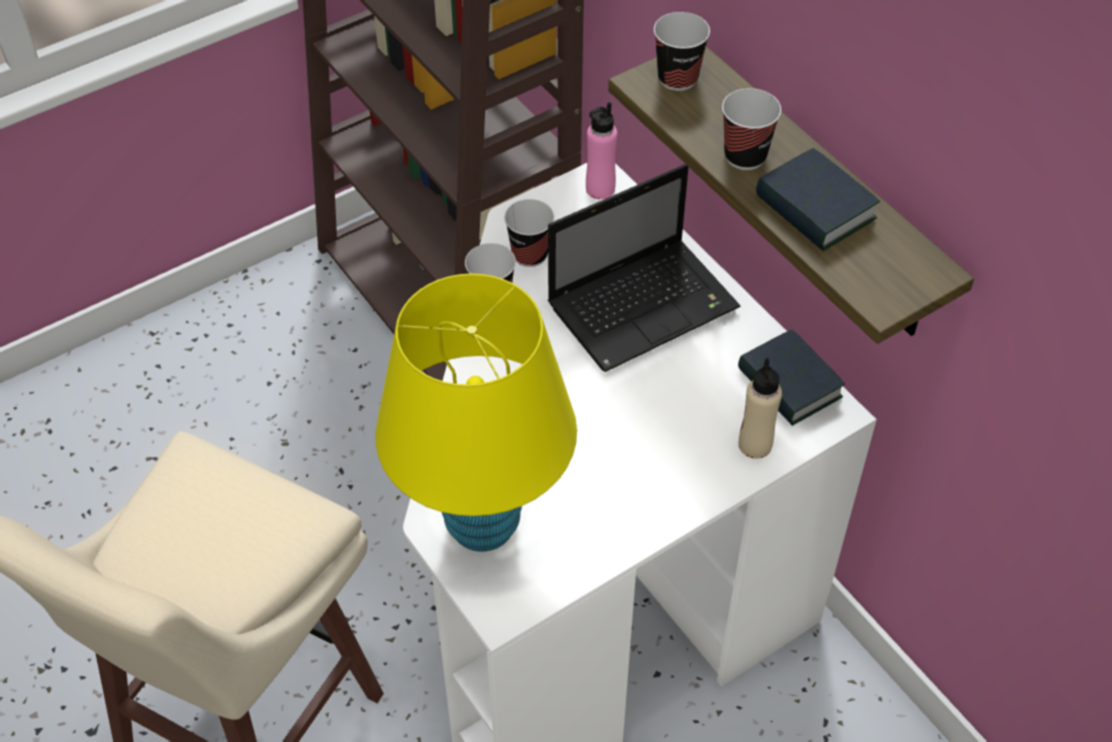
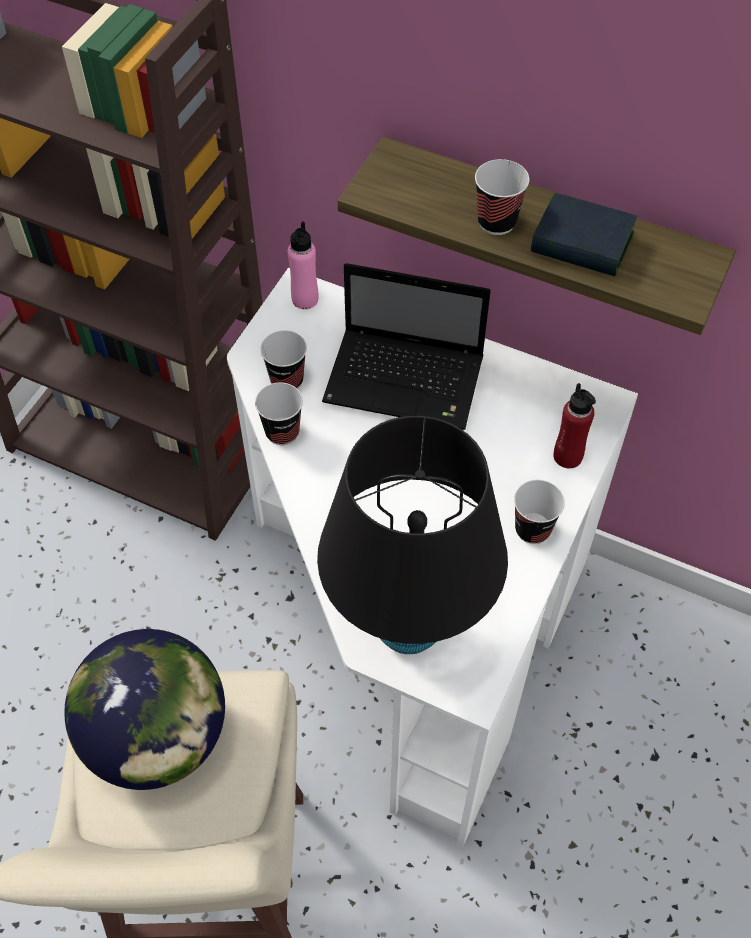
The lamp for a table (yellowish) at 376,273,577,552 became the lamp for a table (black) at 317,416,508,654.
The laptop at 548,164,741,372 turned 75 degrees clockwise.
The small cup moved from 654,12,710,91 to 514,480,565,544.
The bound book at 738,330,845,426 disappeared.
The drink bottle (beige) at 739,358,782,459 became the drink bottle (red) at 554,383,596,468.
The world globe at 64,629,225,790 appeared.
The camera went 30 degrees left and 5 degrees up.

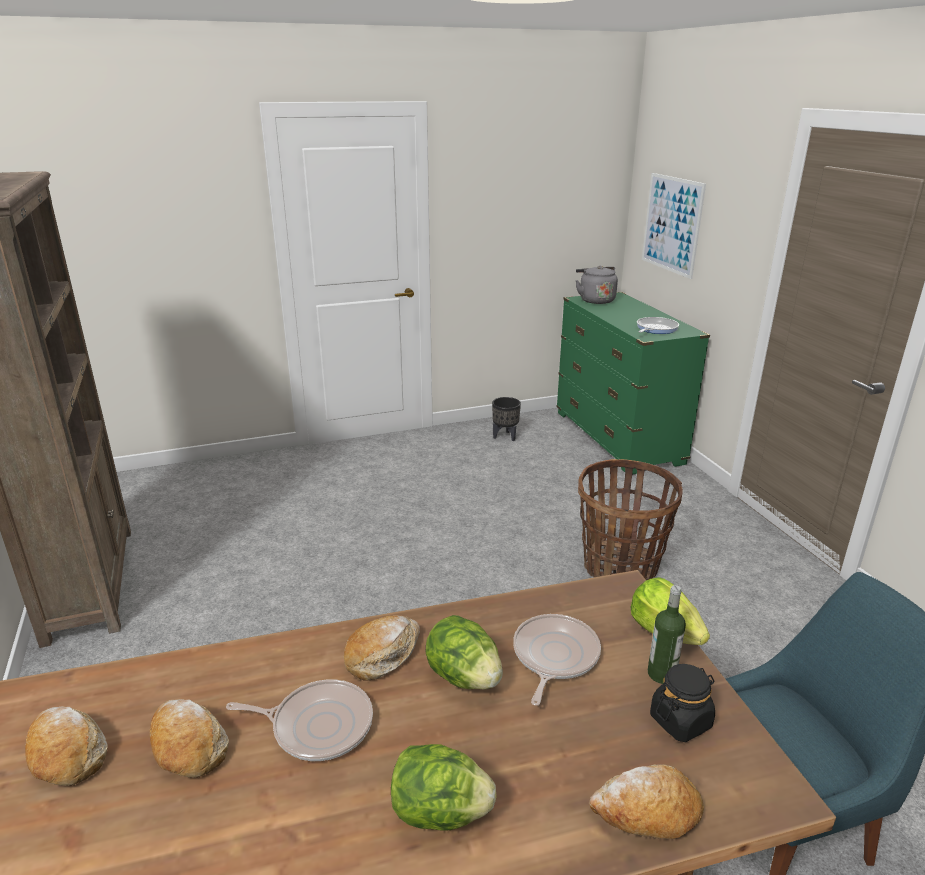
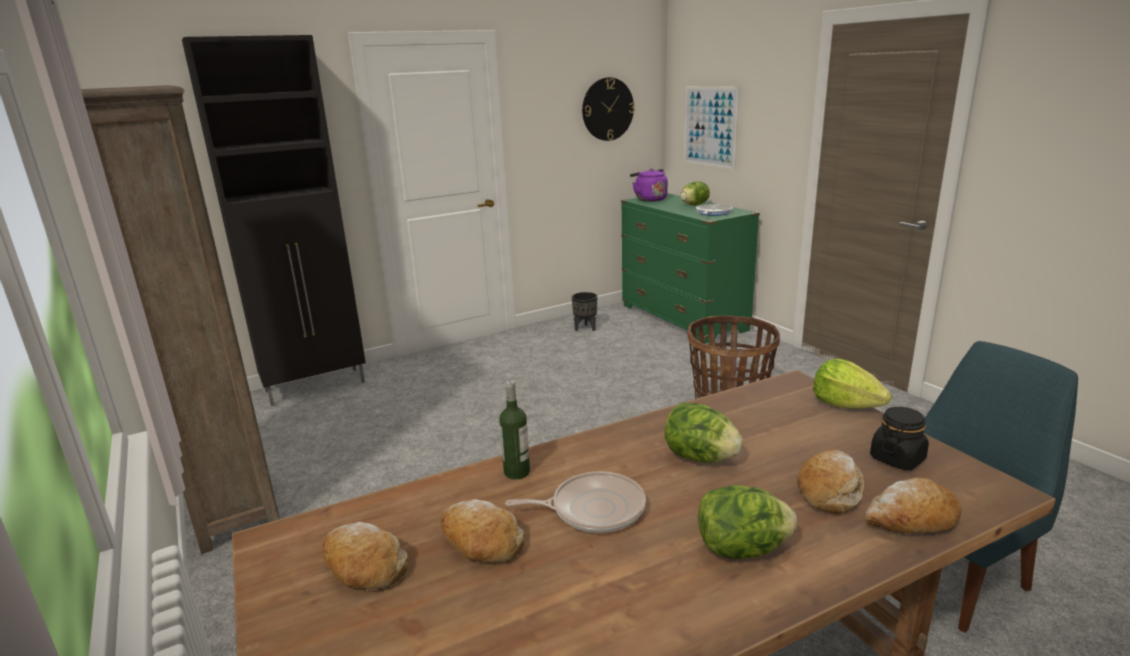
The baked bread moved from 344,615,420,681 to 797,450,864,514.
The frying pan at 513,614,601,706 disappeared.
The tea kettle (greyish) at 575,266,618,304 became the tea kettle (purple) at 630,169,668,202.
The drink bottle moved from 648,585,686,684 to 499,381,530,480.
The cabinet (black) at 182,35,366,406 appeared.
The clock on the wall at 582,77,635,141 appeared.
The head of lettuce at 680,181,710,205 appeared.
The camera went 10 degrees left and 5 degrees down.

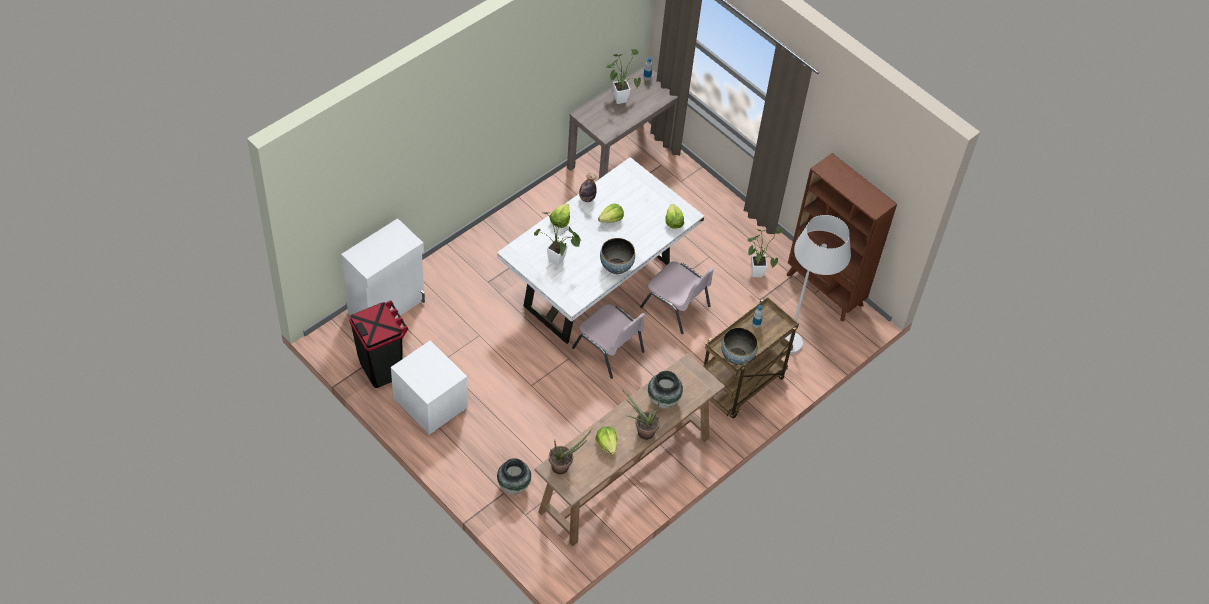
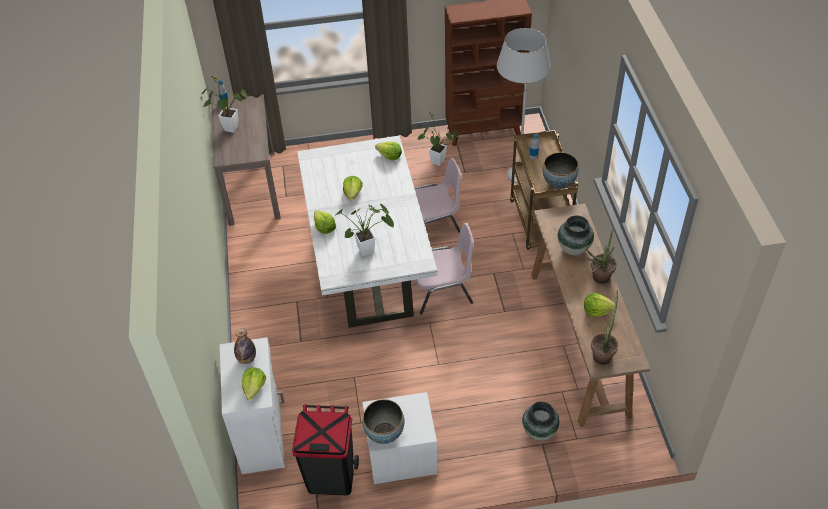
The drink bottle moved from 579,173,597,202 to 234,328,256,364.
The bowl moved from 600,238,635,274 to 363,399,404,444.
The head of lettuce at 242,367,266,400 appeared.
The camera went 50 degrees left and 5 degrees down.

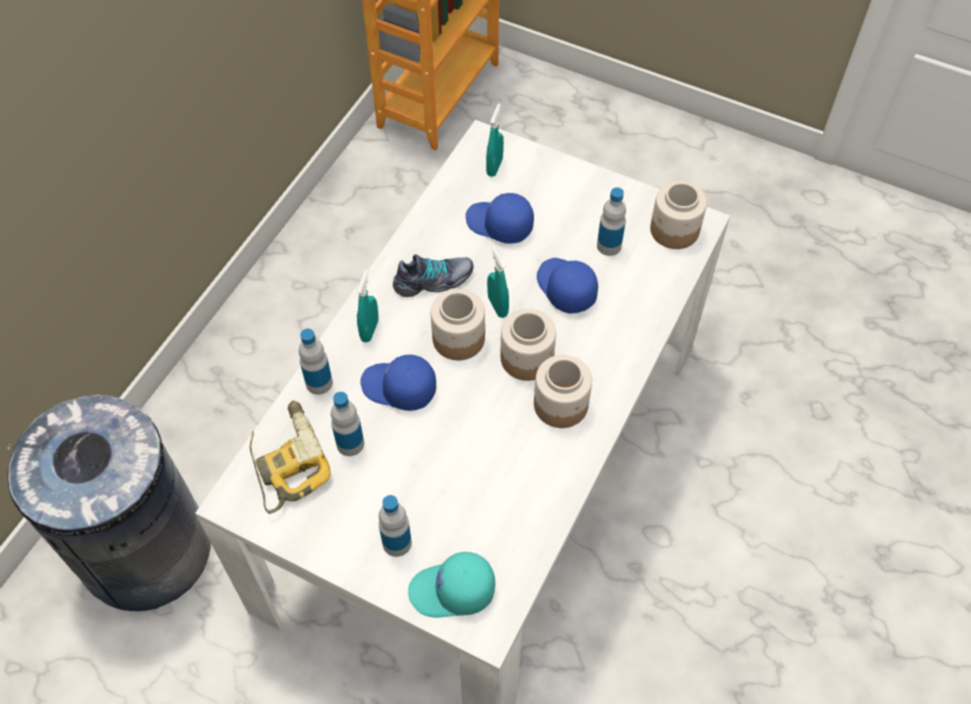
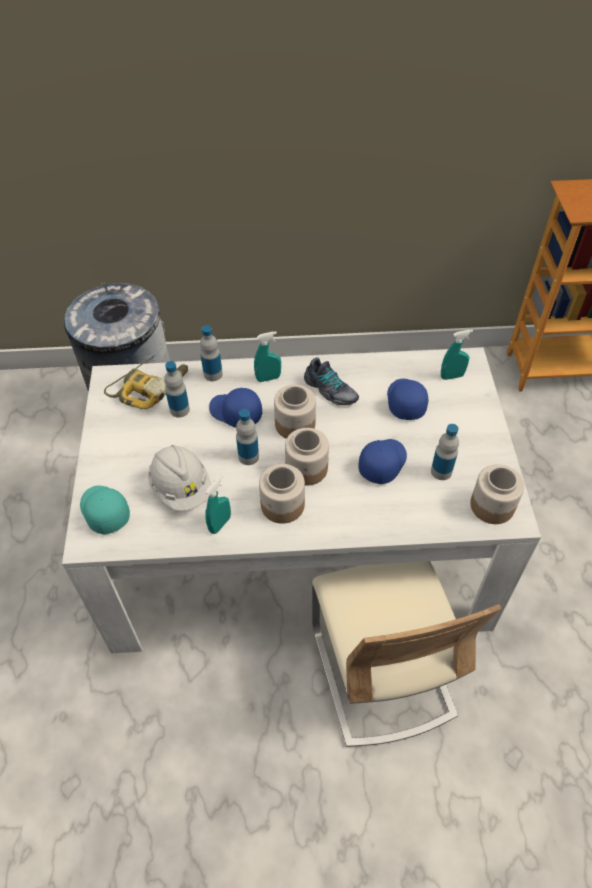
The peaked cap (bluish) at 360,355,436,411 turned 45 degrees counterclockwise.
The drink bottle moved from 379,495,412,557 to 236,409,259,465.
The spray bottle (turquoise) moved from 487,246,509,318 to 205,475,231,534.
The work helmet (white-coloured) at 148,445,211,511 appeared.
The plain chair (beige) at 312,561,501,747 appeared.
The camera went 60 degrees right and 5 degrees down.

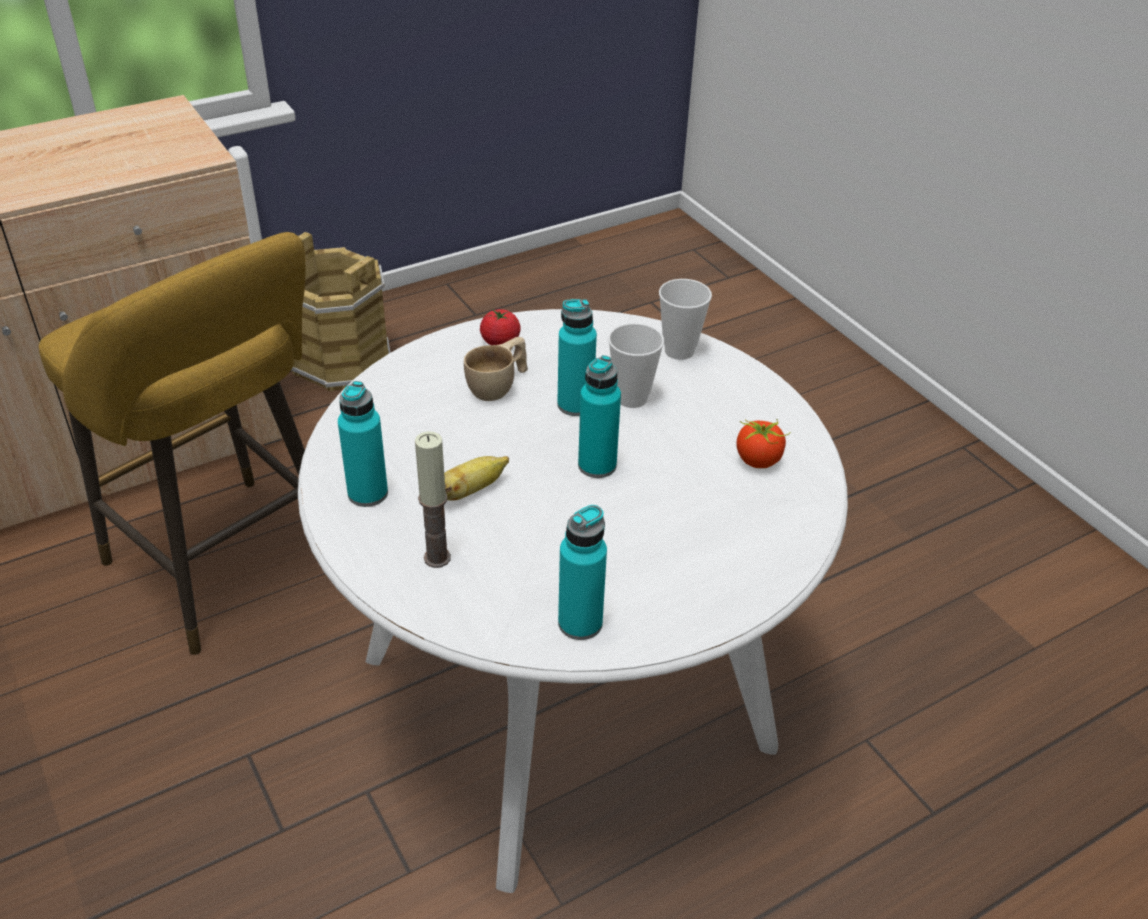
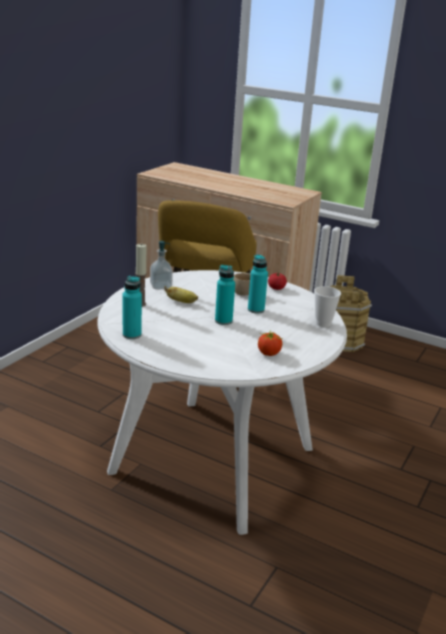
The drink bottle (turquoise) at 338,381,388,507 was replaced by the liquid soap bottle at 150,241,173,290.
The small cup at 608,323,664,408 disappeared.
The camera went 60 degrees right and 15 degrees down.

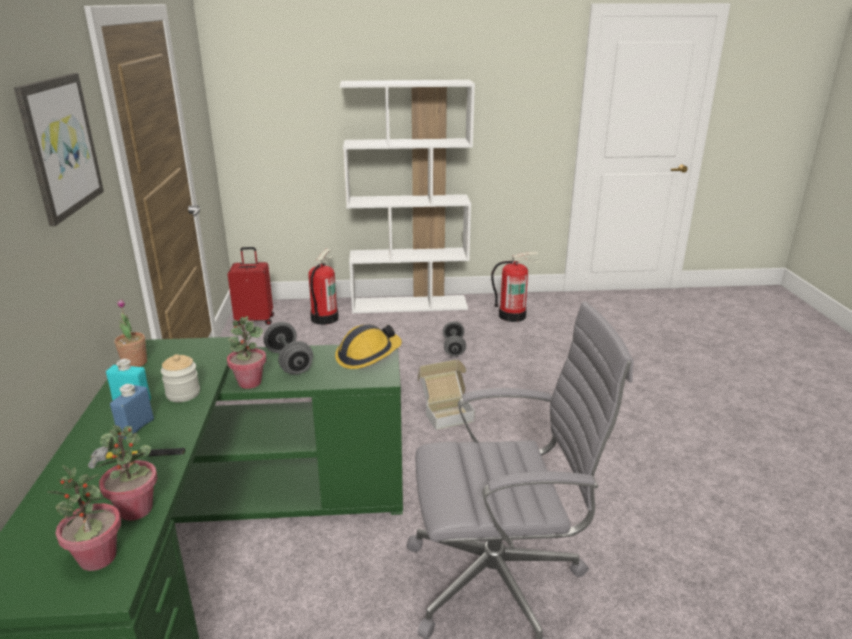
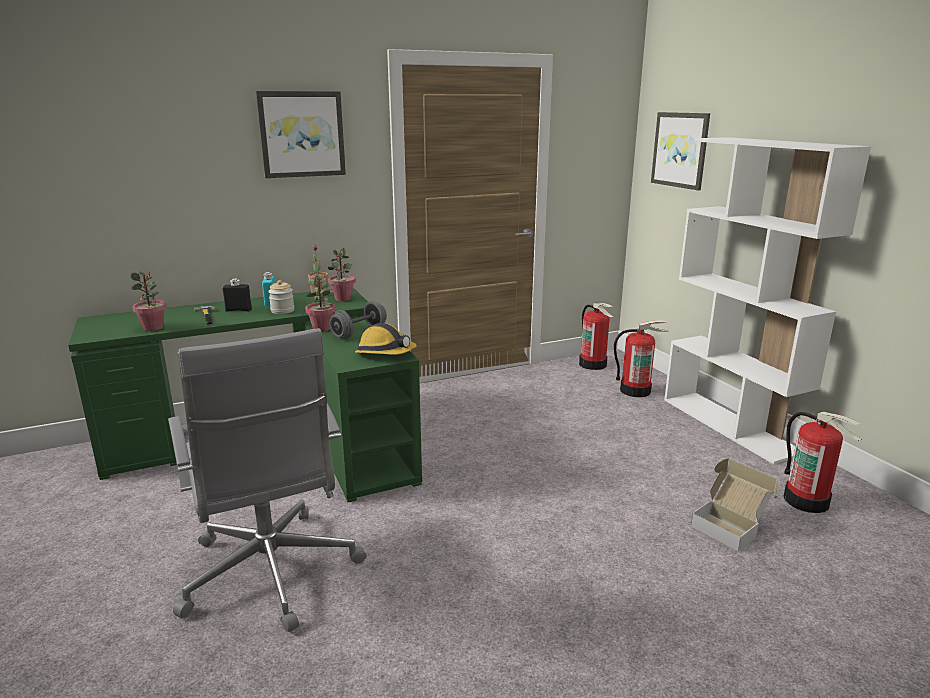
The plant in a pot moved from 47,465,121,571 to 328,248,356,301.
The drink bottle (bluish) at 110,384,154,439 became the drink bottle (black) at 222,279,252,312.
The piece of luggage (red) at 228,247,274,326 was replaced by the fire extinguisher at 579,303,614,370.
The cardboard box moved from 417,359,475,430 to 691,458,778,552.
The hand weight (greyish) at 443,321,466,356 disappeared.
The wall picture at 651,112,710,190 appeared.
The camera went 70 degrees right and 5 degrees down.

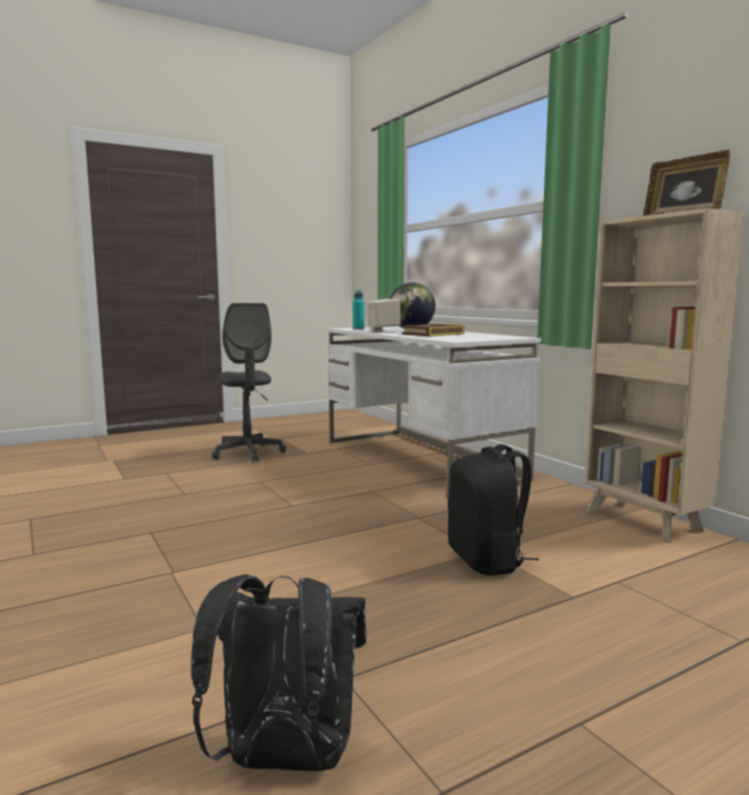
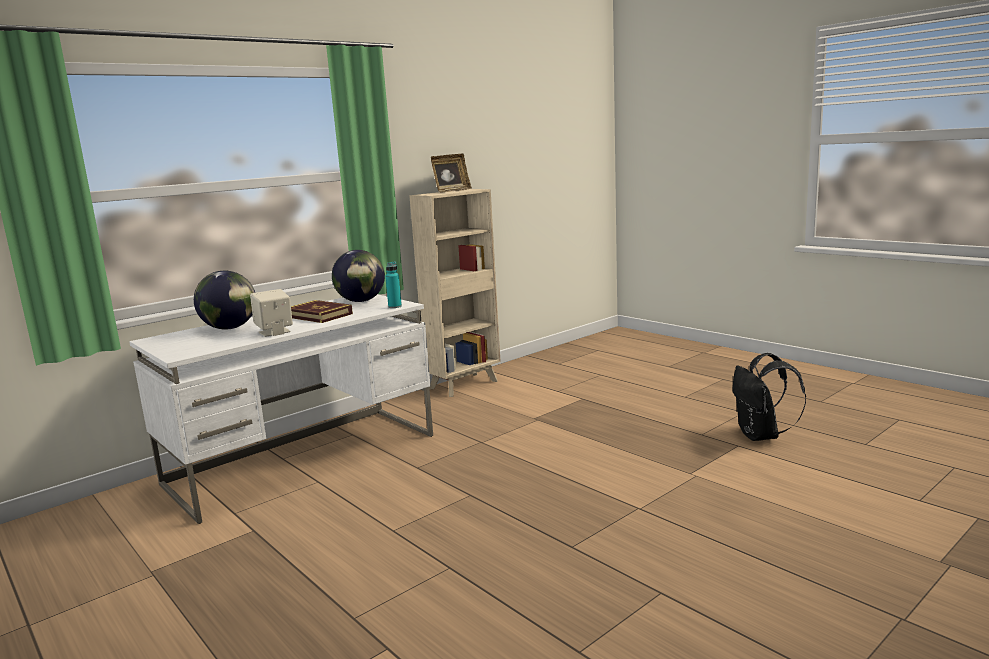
The desk chair (greyish) at 212,303,286,463 disappeared.
The drink bottle (turquoise) moved from 353,291,364,329 to 385,261,402,308.
The backpack (black) at 448,444,539,576 disappeared.
The world globe at 332,250,385,302 appeared.
The camera went 100 degrees left and 5 degrees up.

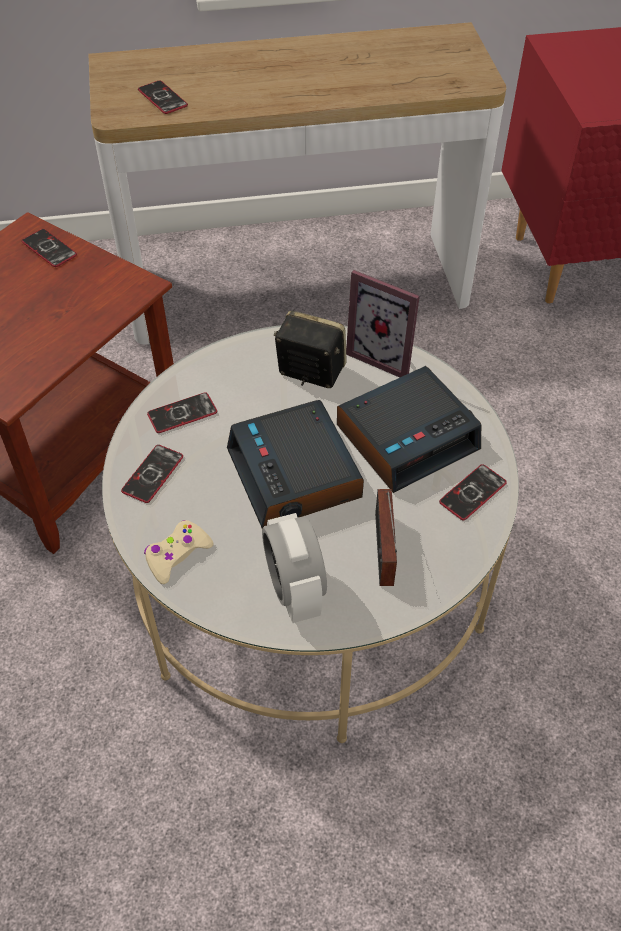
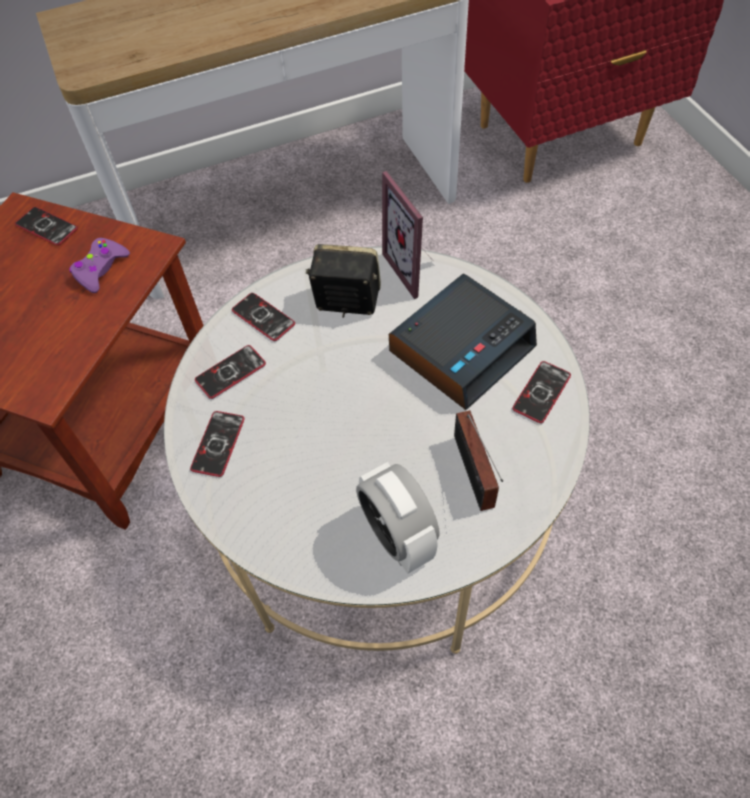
The telephone moved from 138,80,188,114 to 232,293,295,341.
The game controller (beige) at 144,520,213,584 disappeared.
The bedside clock at 227,400,364,529 disappeared.
The picture frame at 346,270,420,378 turned 45 degrees clockwise.
The game controller (purple) at 69,238,130,293 appeared.
The camera went 10 degrees left and 5 degrees up.

